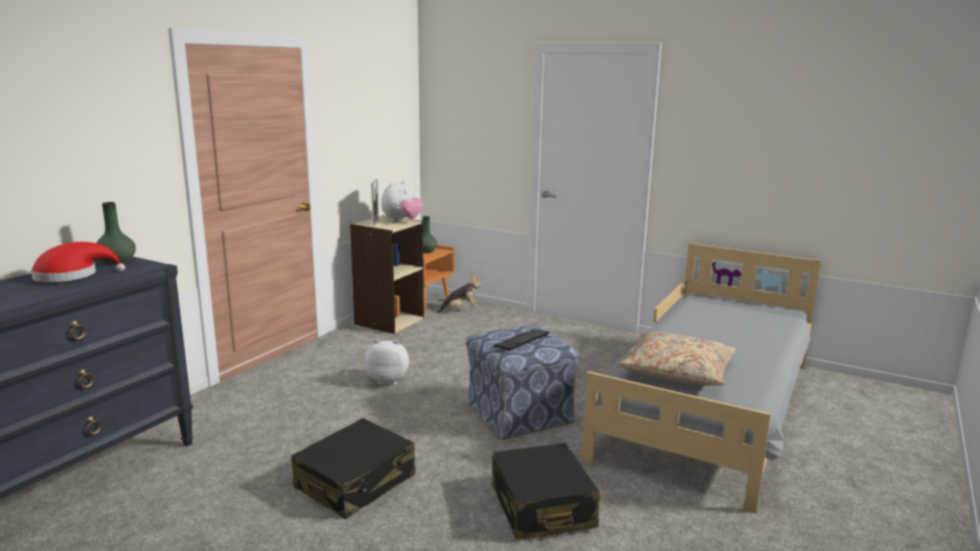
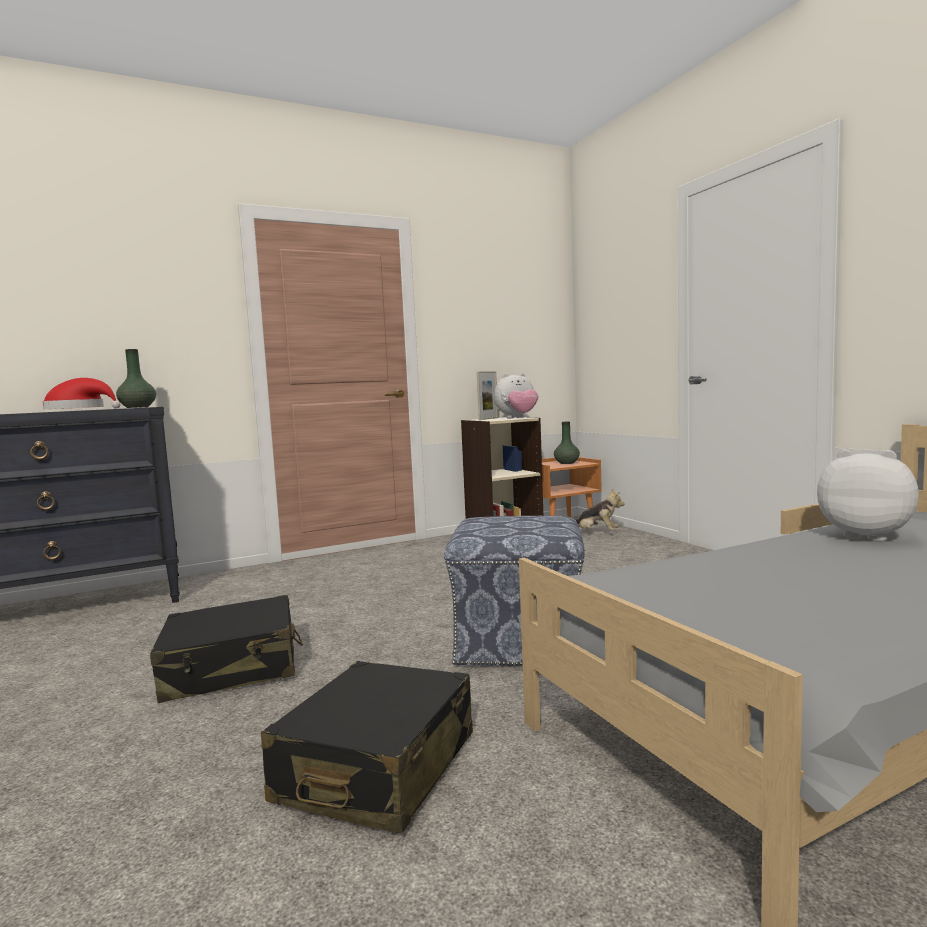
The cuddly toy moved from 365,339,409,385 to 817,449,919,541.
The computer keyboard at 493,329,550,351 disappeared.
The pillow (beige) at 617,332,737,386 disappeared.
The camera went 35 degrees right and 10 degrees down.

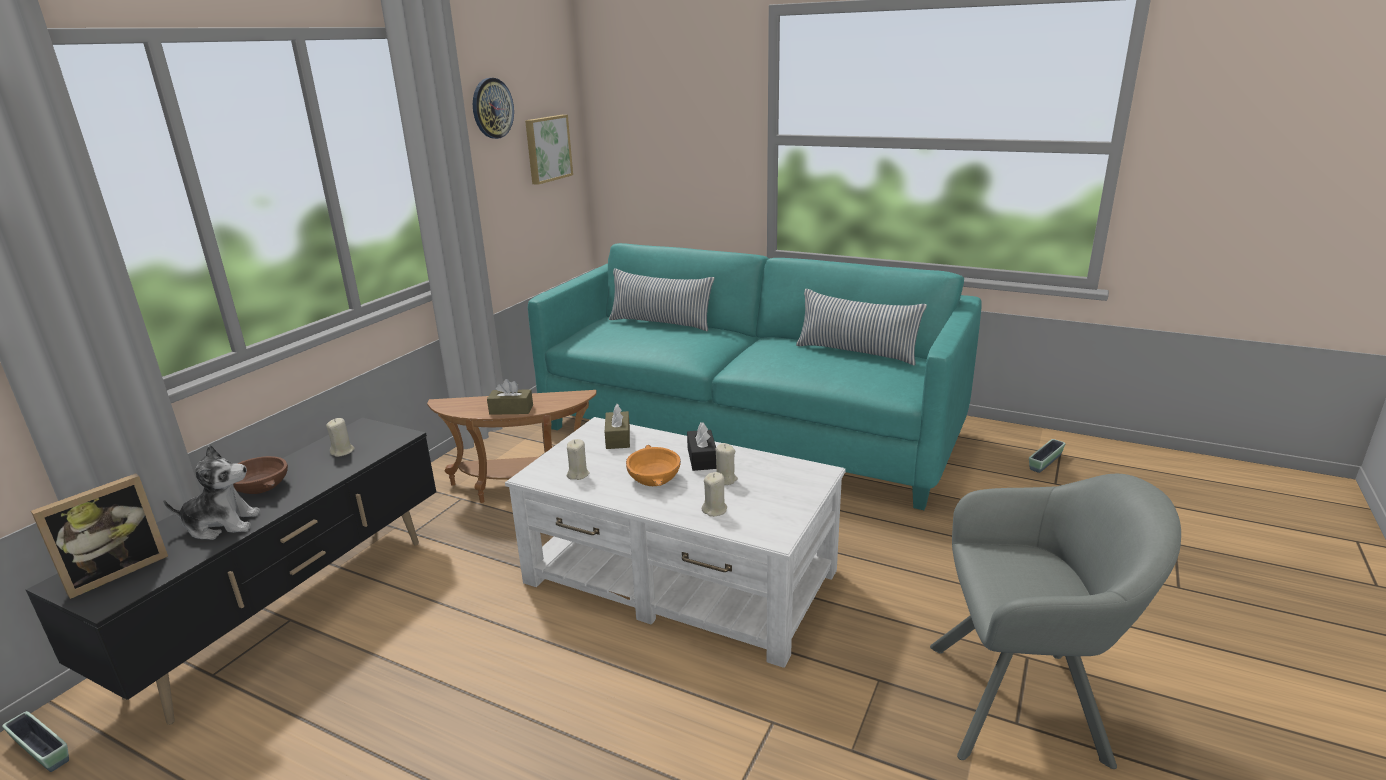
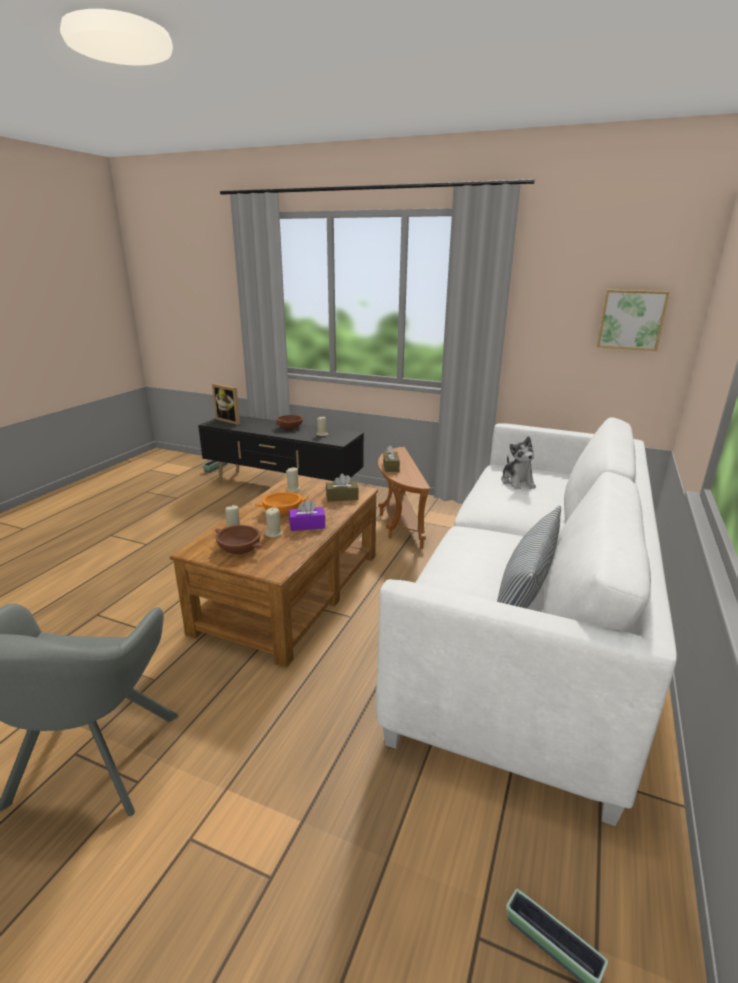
The cuddly toy moved from 163,445,260,540 to 501,436,536,489.
The clock on the wall at 473,78,514,139 disappeared.
The low table (white-coloured) at 505,417,846,668 became the low table (brownish) at 170,475,378,668.
The sofa (turquoise) at 528,243,982,510 became the sofa (white-coloured) at 376,417,677,826.
The pillow at 609,268,715,331 disappeared.
The tissue box (black) at 687,422,717,471 became the tissue box (purple) at 289,499,325,531.
The bowl (brownish) at 215,525,263,554 appeared.
The camera went 85 degrees right and 0 degrees up.

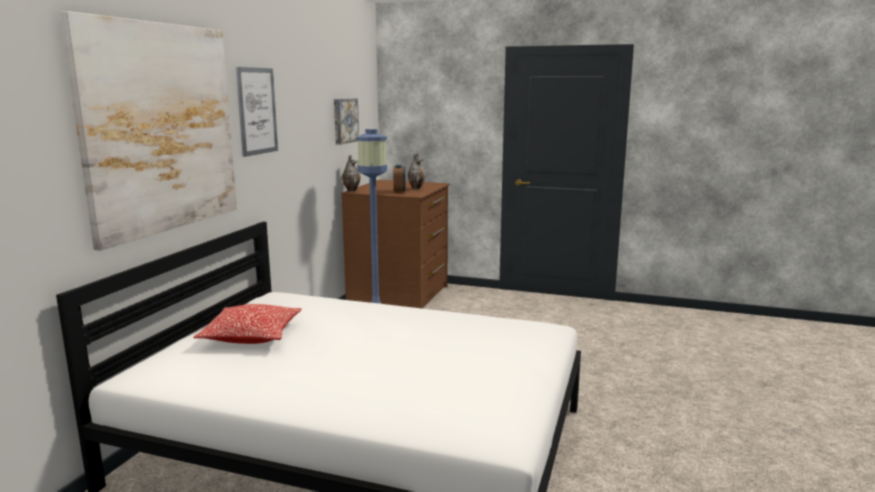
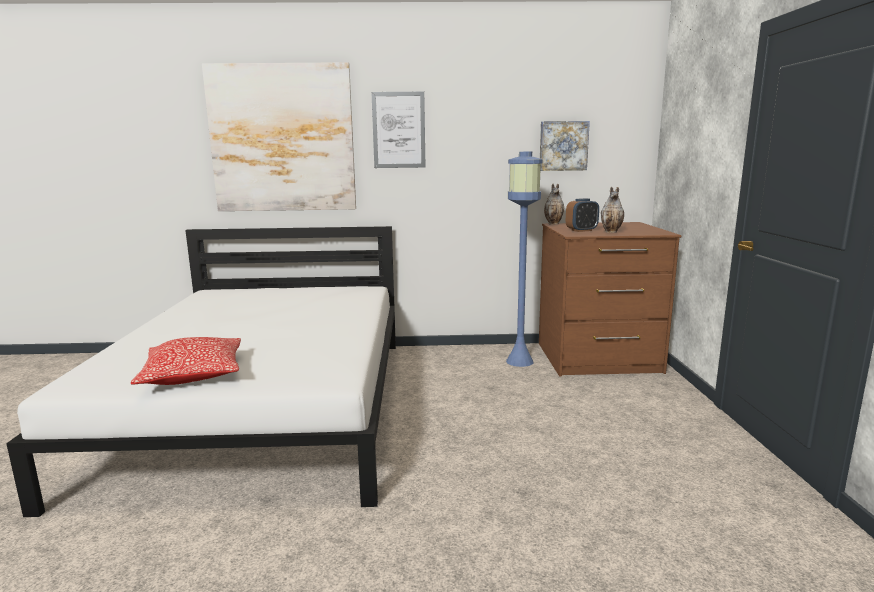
The pillow moved from 193,304,302,344 to 131,337,241,385.
The camera went 70 degrees right and 0 degrees up.

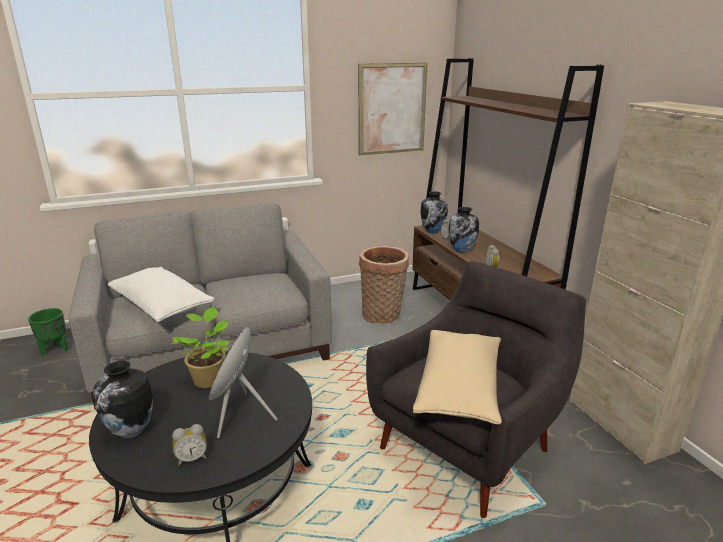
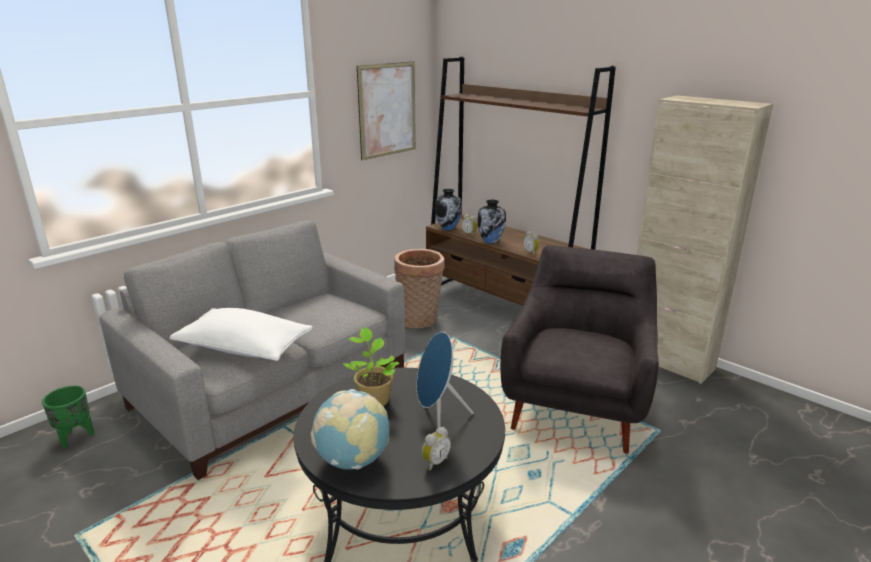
The flower vase at 93,361,153,439 was replaced by the world globe at 311,389,389,470.
The pillow (beige) at 413,330,502,425 disappeared.
The camera went 25 degrees left and 0 degrees up.

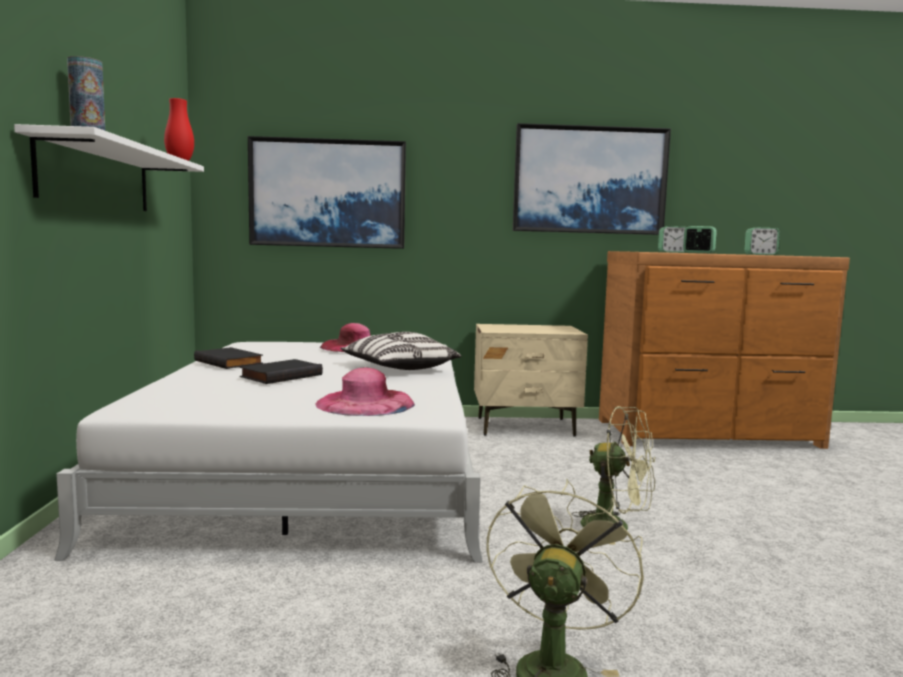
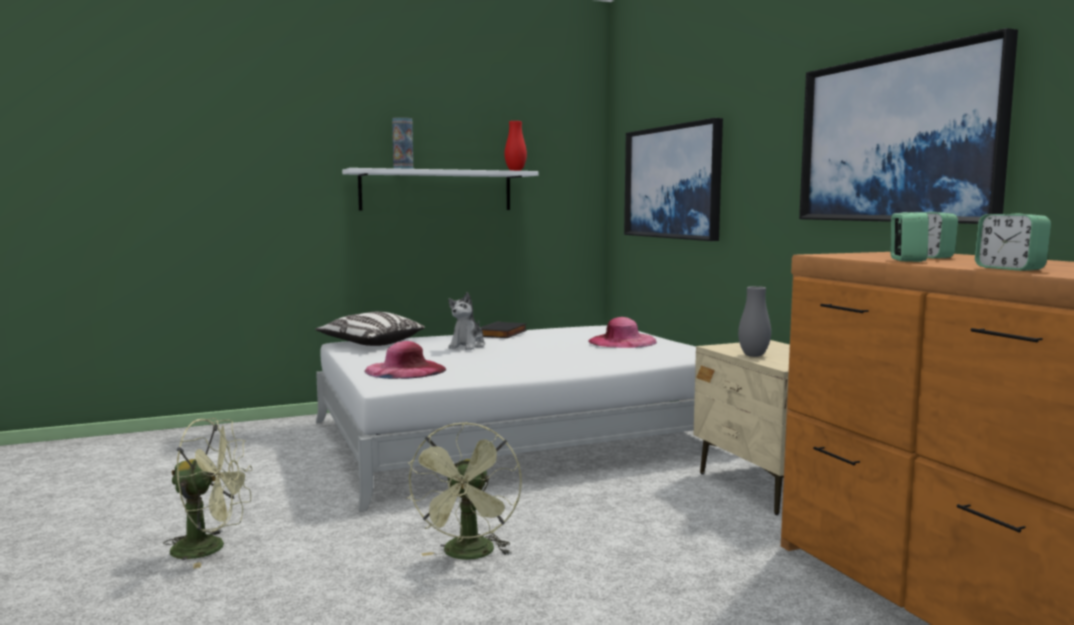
The bound book (black) at 240,359,323,384 was replaced by the cuddly toy at 448,292,485,350.
The pillow moved from 340,332,461,370 to 315,312,425,346.
The flower vase (greyish) at 738,286,771,357 appeared.
The camera went 70 degrees right and 0 degrees up.

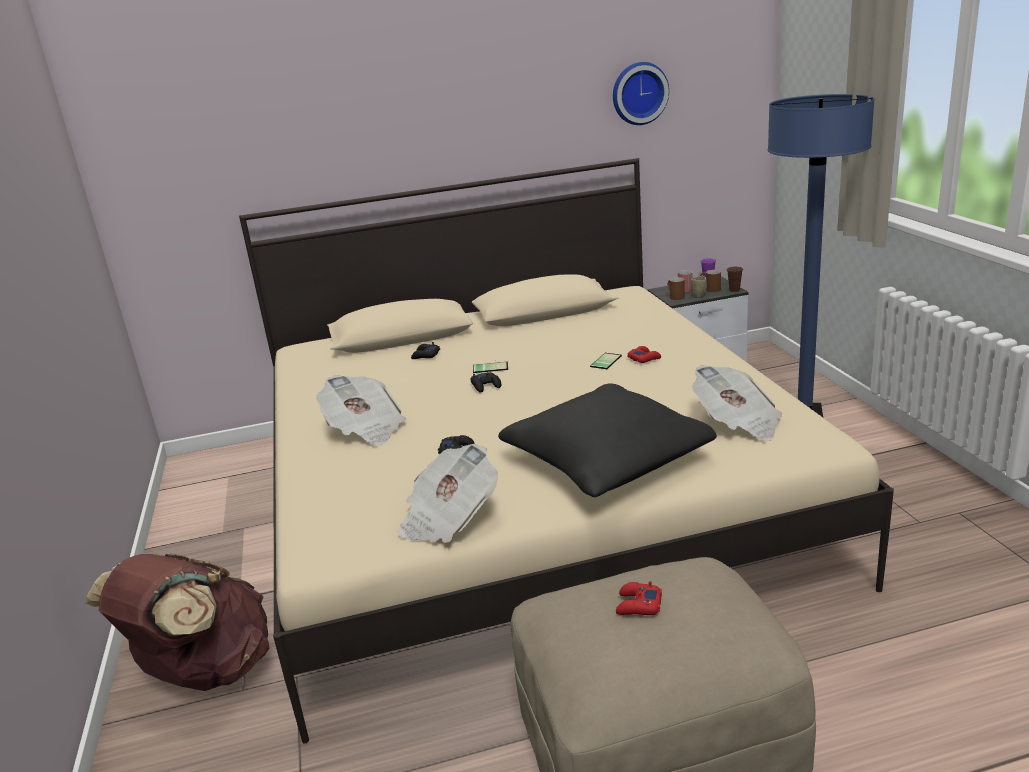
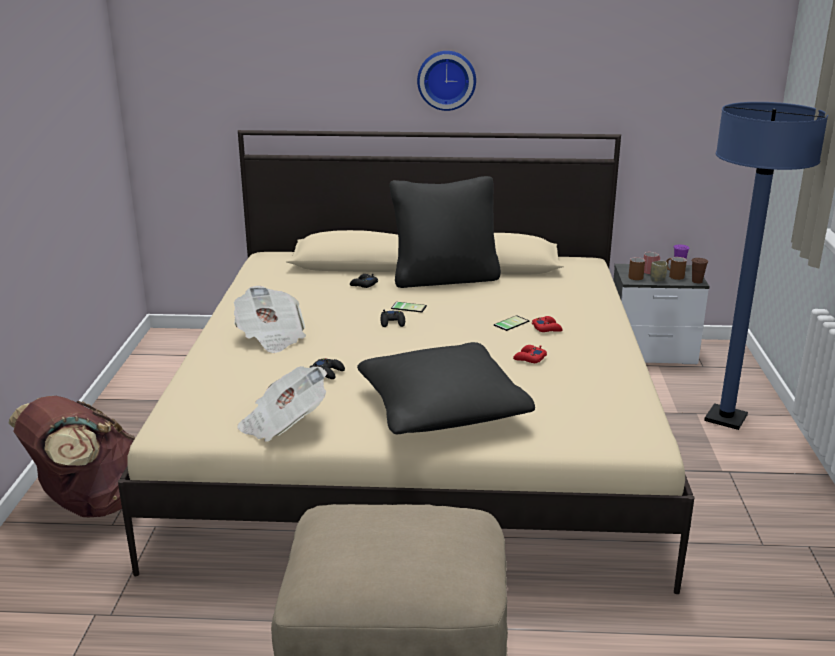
The clock on the wall moved from 613,62,669,125 to 417,51,476,111.
The game controller (red) moved from 616,581,662,615 to 513,345,547,363.
The daily paper at 692,365,782,441 disappeared.
The pillow (black) at 390,176,501,288 appeared.
The camera went 15 degrees right and 0 degrees up.

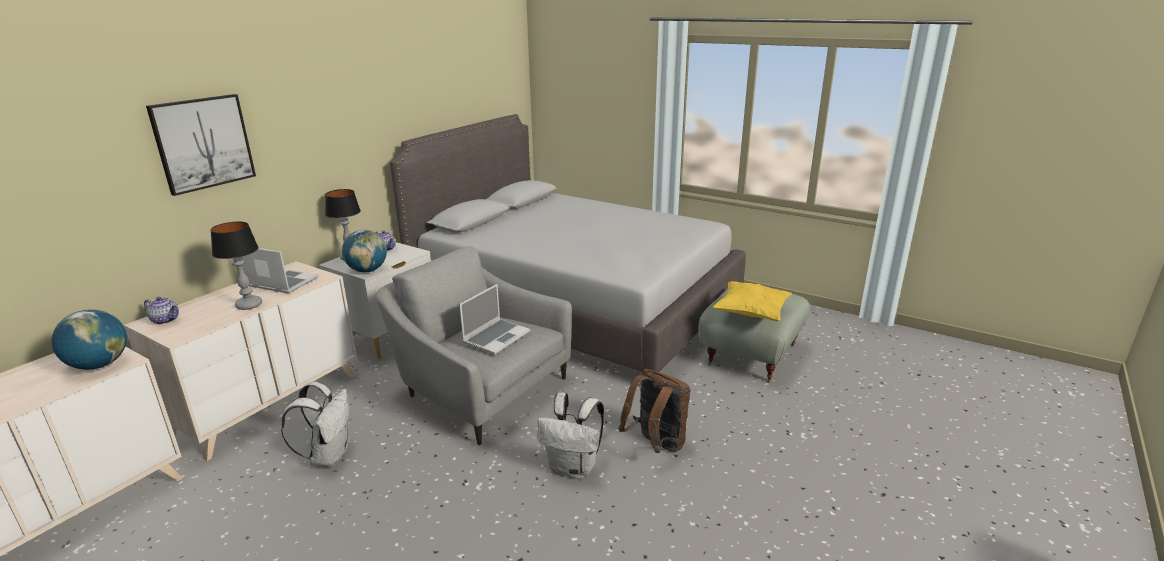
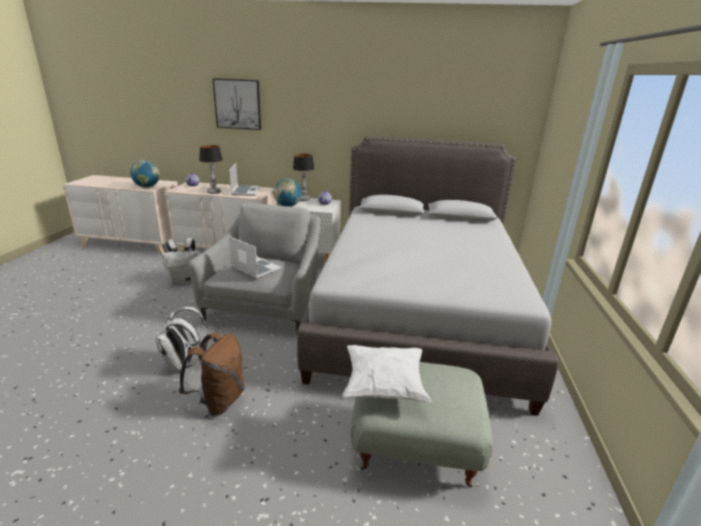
The laptop at 459,284,530,354 turned 150 degrees counterclockwise.
The pillow (yellowish) at 713,281,792,321 became the pillow (white-coloured) at 343,345,431,402.
The camera went 65 degrees right and 0 degrees up.

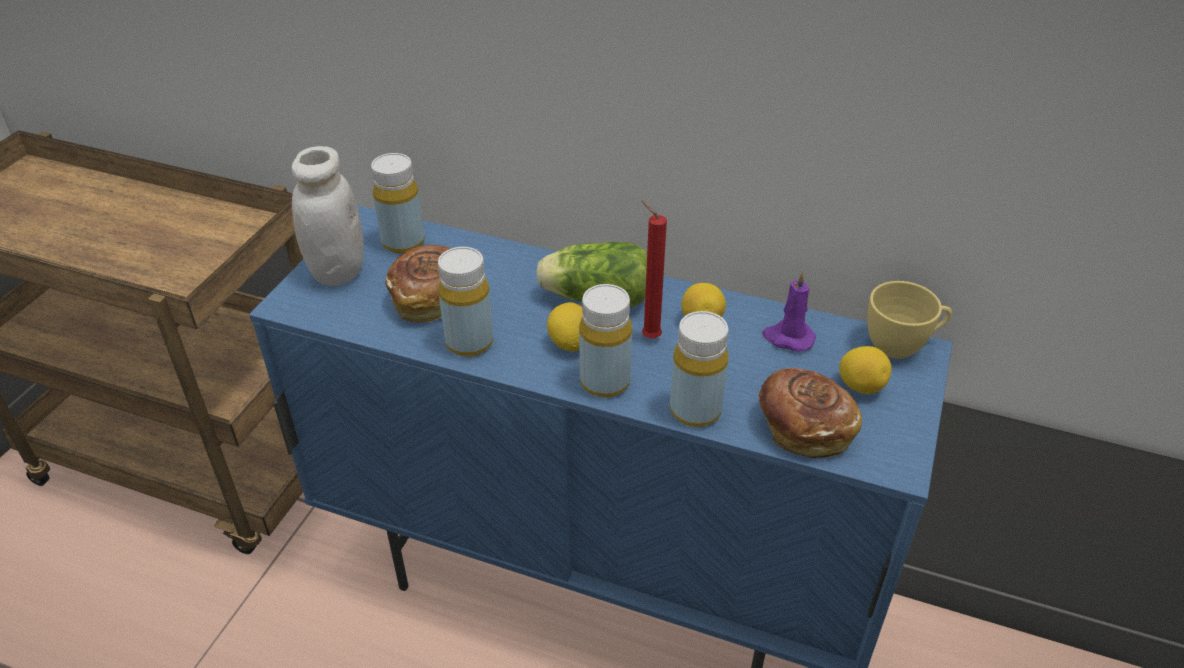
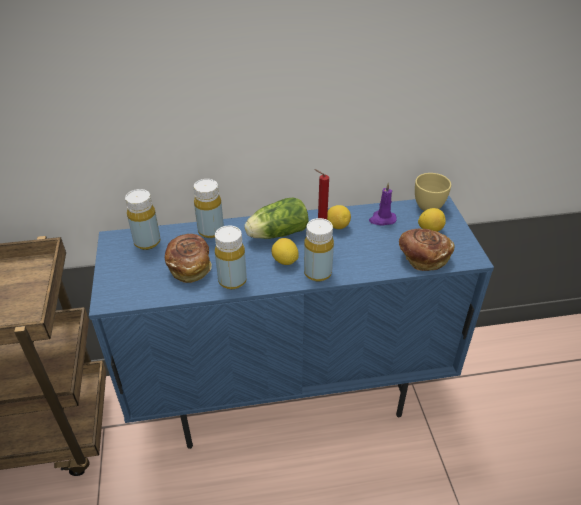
The jar (white-coloured) at 292,146,364,286 disappeared.
The drink bottle (yellowish) moved from 670,311,729,427 to 194,179,224,238.
The camera went 30 degrees left and 0 degrees up.

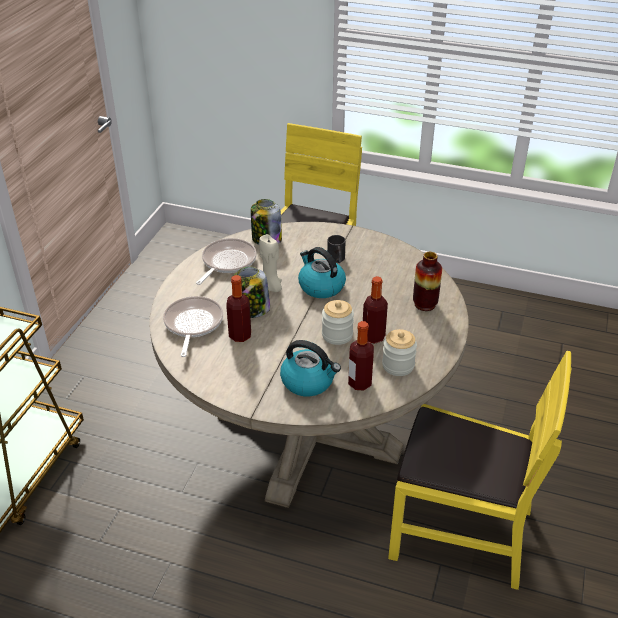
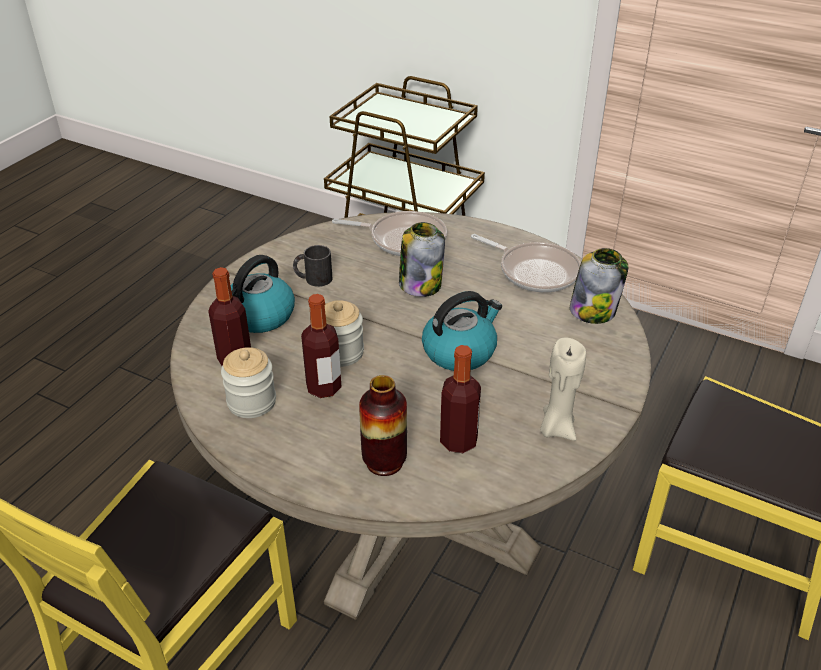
The drink bottle moved from 226,275,251,342 to 440,345,481,453.
The wax candle (beige) moved from 259,234,282,292 to 540,337,586,441.
The tea mug (black) moved from 327,235,346,263 to 293,245,332,287.
The camera went 100 degrees right and 0 degrees up.

